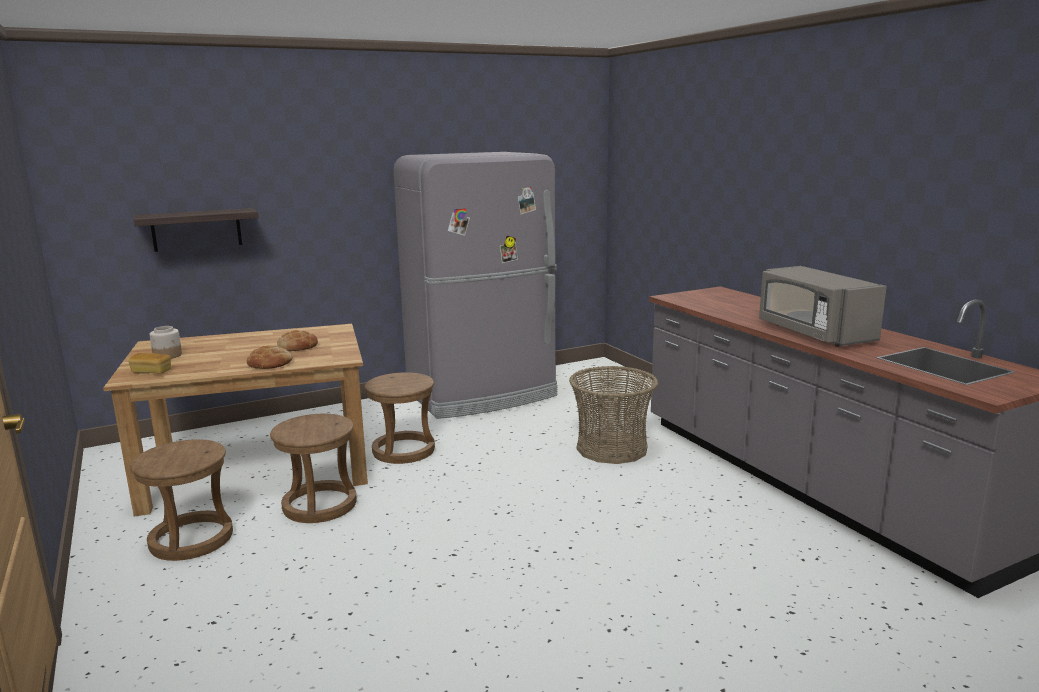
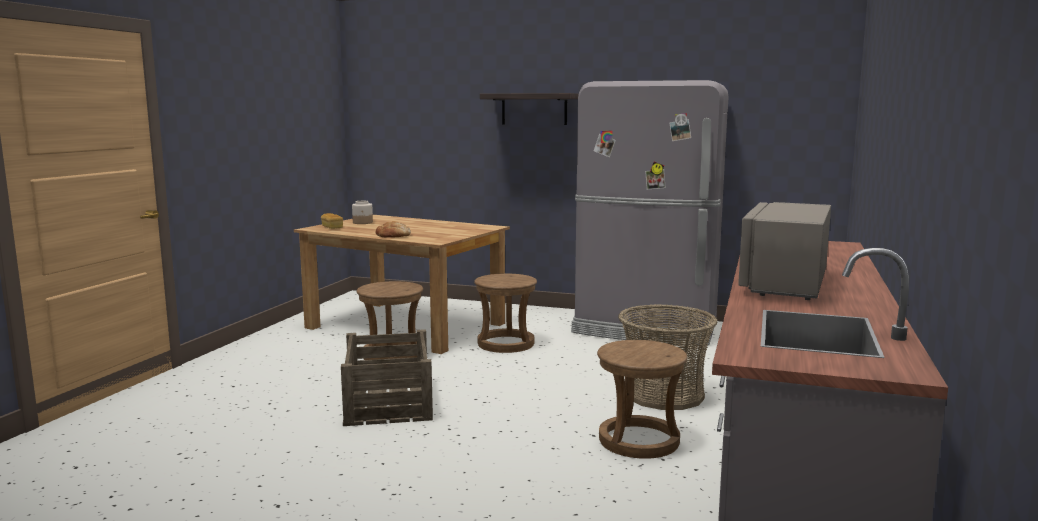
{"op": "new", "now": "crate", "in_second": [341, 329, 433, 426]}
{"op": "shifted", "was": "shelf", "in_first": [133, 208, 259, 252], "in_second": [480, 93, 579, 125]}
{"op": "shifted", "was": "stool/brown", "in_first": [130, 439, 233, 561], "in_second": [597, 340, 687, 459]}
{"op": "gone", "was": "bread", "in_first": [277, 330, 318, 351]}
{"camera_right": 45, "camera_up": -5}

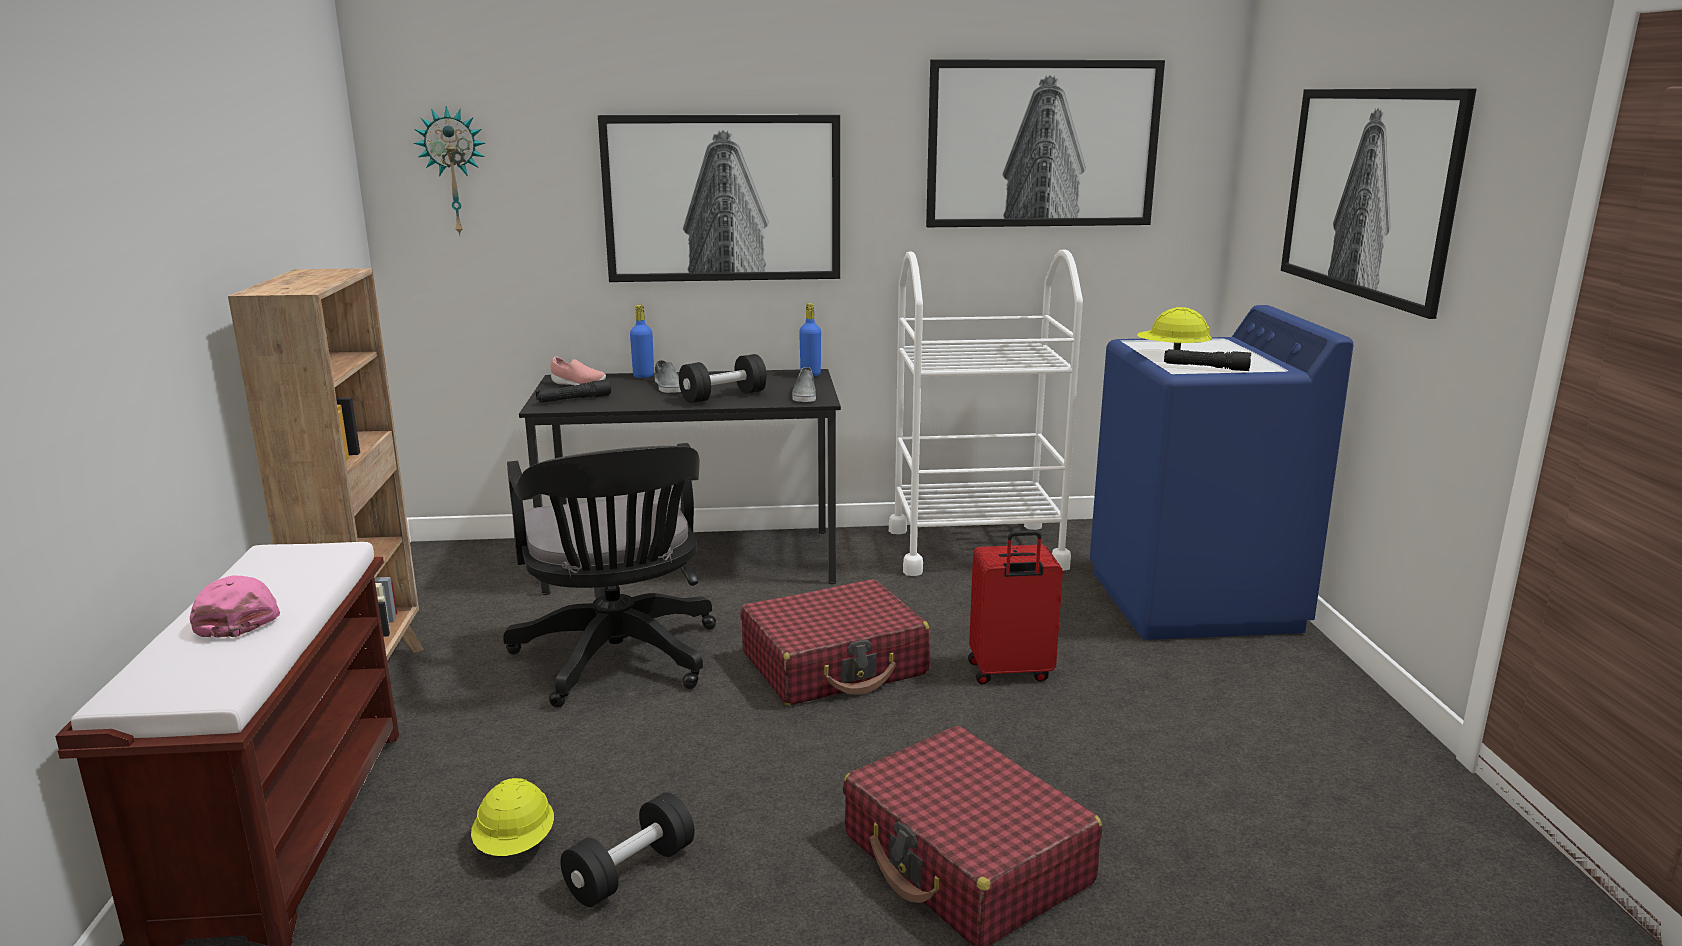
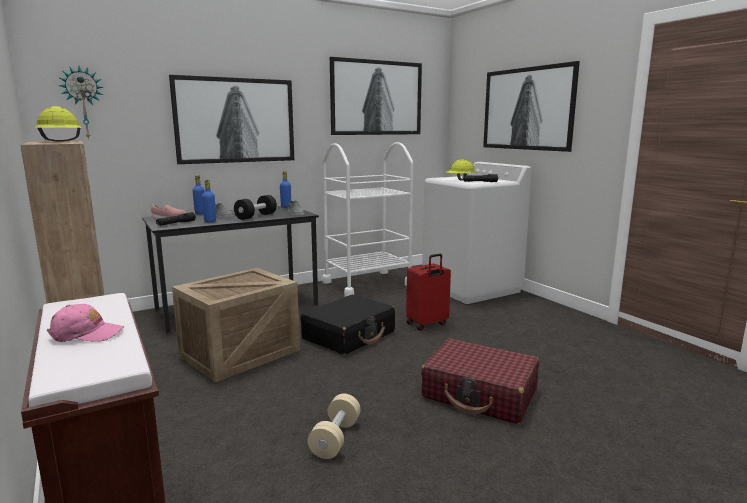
{"op": "shifted", "was": "hard hat/yellow", "in_first": [471, 778, 554, 856], "in_second": [34, 106, 82, 142]}
{"op": "rotated", "was": "cap/pink", "in_first": [190, 575, 280, 638], "in_second": [47, 304, 124, 342], "clockwise": 135}
{"op": "swapped", "was": "office chair/black", "now": "crate", "in_first": [503, 443, 716, 708], "in_second": [172, 268, 300, 382]}
{"op": "new", "now": "bottle/blue", "in_second": [202, 180, 216, 222]}
{"op": "repainted", "was": "suitcase/red", "now": "suitcase/black", "in_first": [740, 579, 930, 705], "in_second": [300, 295, 395, 355]}
{"op": "repainted", "was": "dumbbell/black", "now": "dumbbell/beige", "in_first": [560, 792, 695, 907], "in_second": [308, 394, 361, 459]}
{"op": "repainted", "was": "washing machine/blue", "now": "washing machine/white", "in_first": [1090, 305, 1353, 640], "in_second": [422, 162, 532, 304]}
{"camera_right": -25, "camera_up": -5}

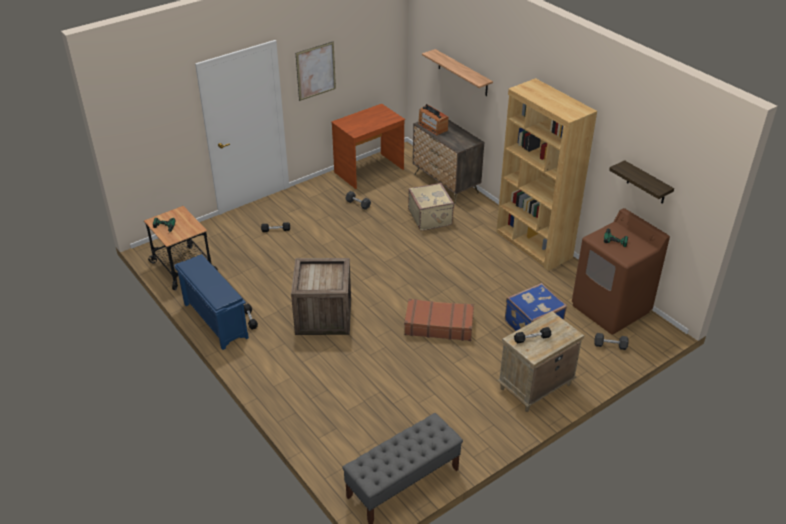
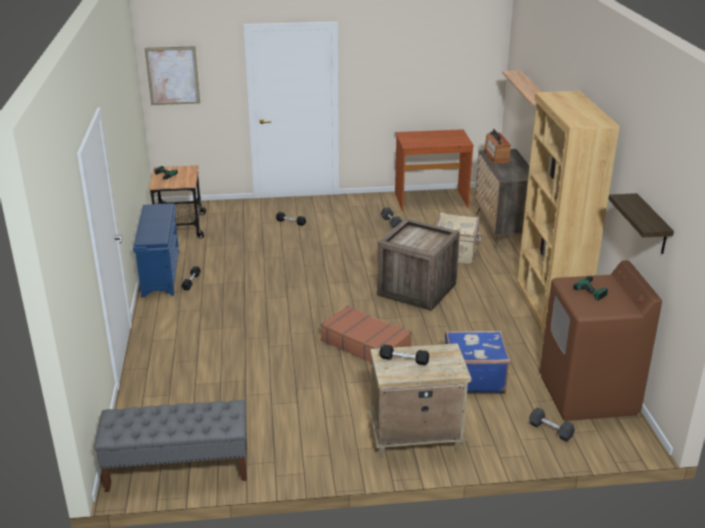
{"op": "shifted", "was": "picture", "in_first": [296, 41, 336, 101], "in_second": [145, 46, 200, 105]}
{"op": "shifted", "was": "crate", "in_first": [291, 258, 351, 335], "in_second": [377, 218, 460, 311]}
{"camera_right": 30, "camera_up": -10}

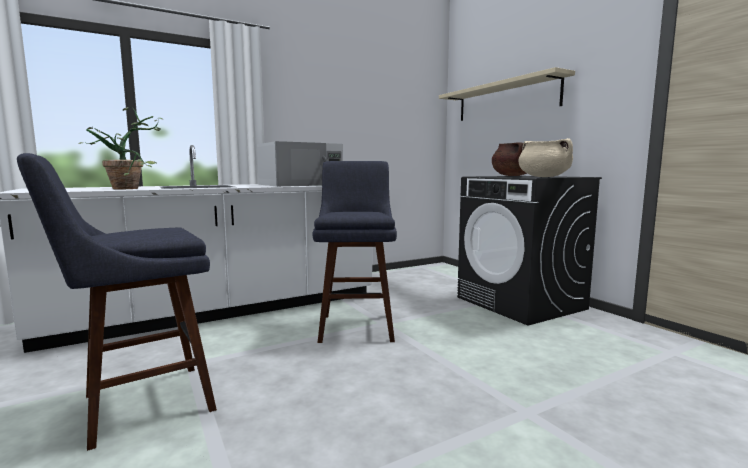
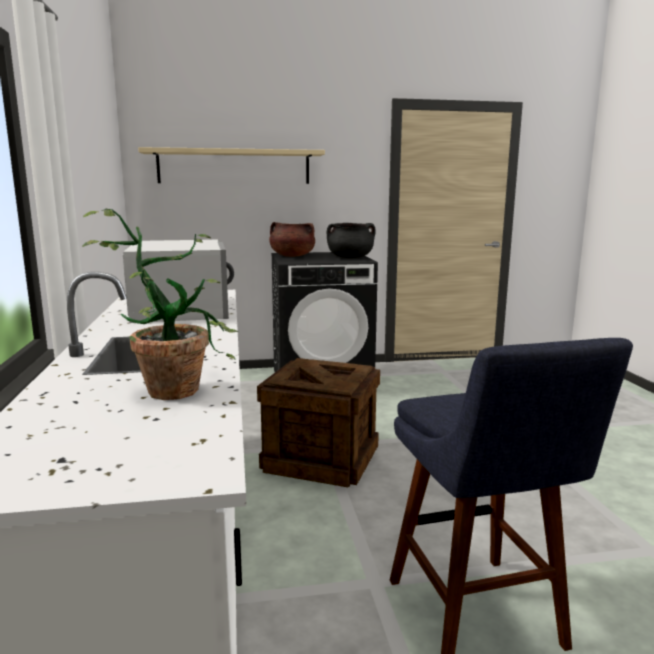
{"op": "swapped", "was": "stool/blue", "now": "crate", "in_first": [313, 161, 397, 343], "in_second": [257, 358, 380, 487]}
{"op": "repainted", "was": "cooking pot/beige", "now": "cooking pot/black", "in_first": [518, 138, 573, 177], "in_second": [327, 223, 376, 258]}
{"camera_right": -70, "camera_up": 5}

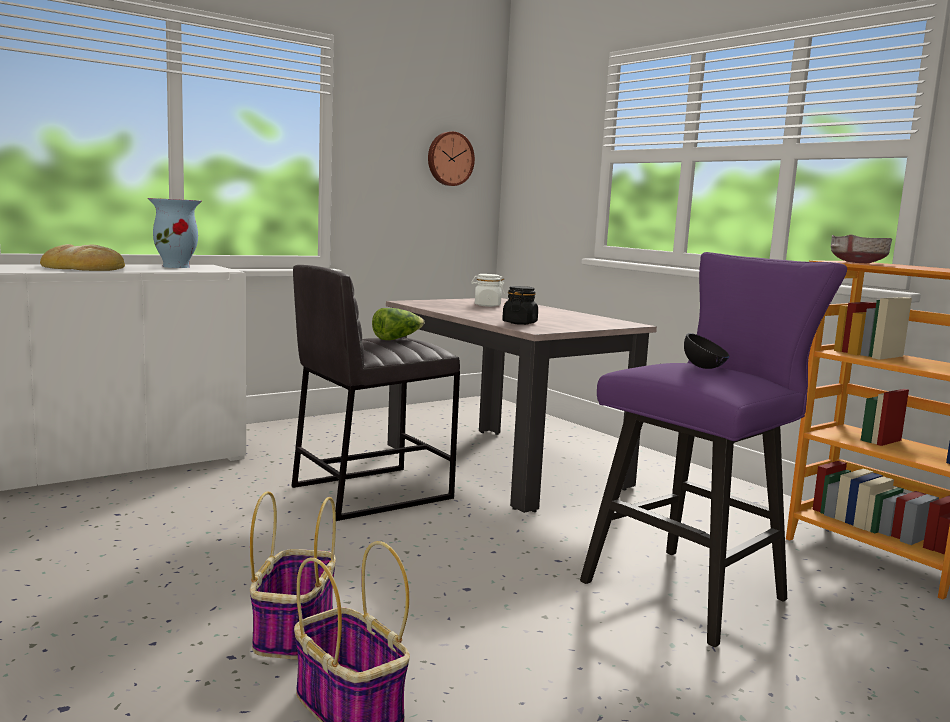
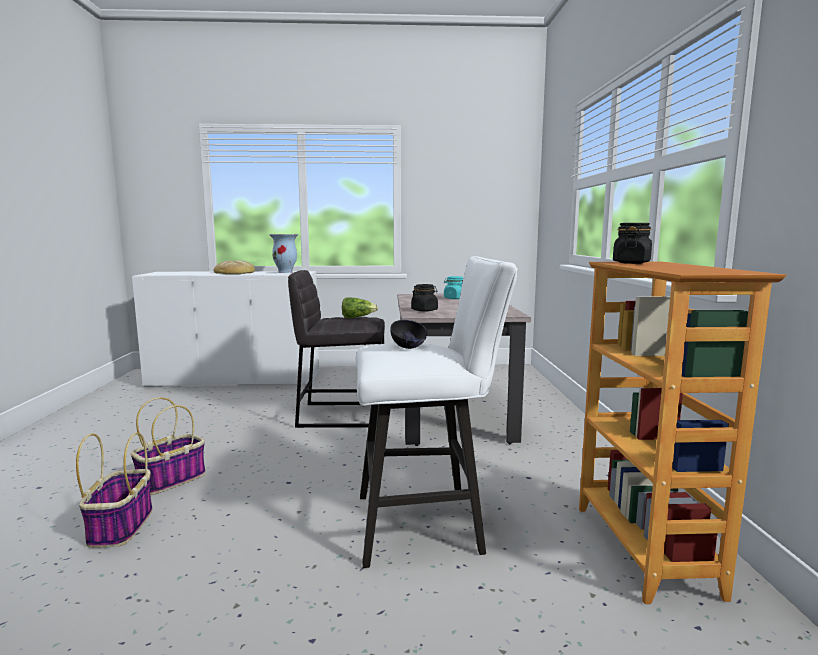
{"op": "repainted", "was": "stool/purple", "now": "stool/white", "in_first": [580, 252, 847, 647], "in_second": [356, 256, 518, 568]}
{"op": "repainted", "was": "jar/white", "now": "jar/turquoise", "in_first": [471, 274, 505, 307], "in_second": [444, 276, 463, 299]}
{"op": "swapped", "was": "bowl/grey", "now": "jar/black", "in_first": [831, 235, 892, 263], "in_second": [613, 223, 652, 264]}
{"op": "gone", "was": "wall clock", "in_first": [428, 131, 475, 186]}
{"camera_right": 35, "camera_up": 0}

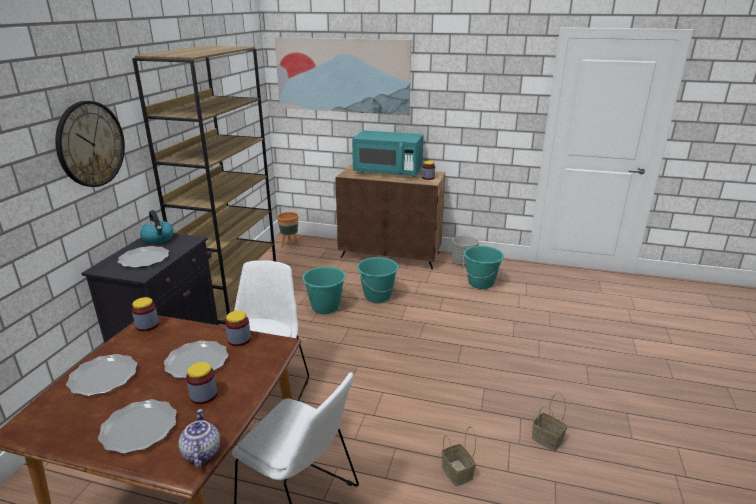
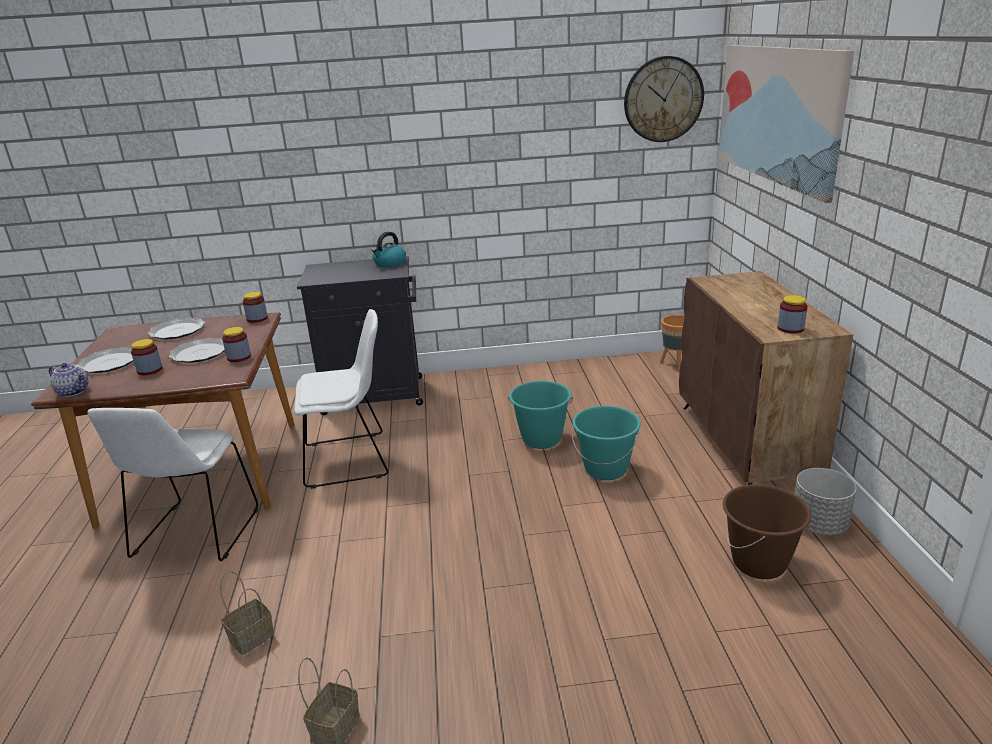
{"op": "rotated", "was": "teapot", "in_first": [179, 409, 220, 468], "in_second": [49, 363, 88, 397], "clockwise": 60}
{"op": "shifted", "was": "wall clock", "in_first": [55, 101, 125, 187], "in_second": [624, 56, 704, 142]}
{"op": "repainted", "was": "bucket/turquoise", "now": "bucket/brown", "in_first": [463, 246, 504, 289], "in_second": [723, 484, 811, 579]}
{"op": "gone", "was": "plate", "in_first": [118, 246, 169, 268]}
{"op": "gone", "was": "bookcase/brown", "in_first": [132, 46, 276, 324]}
{"op": "gone", "was": "microwave/turquoise", "in_first": [352, 130, 423, 177]}
{"camera_right": 70, "camera_up": 0}

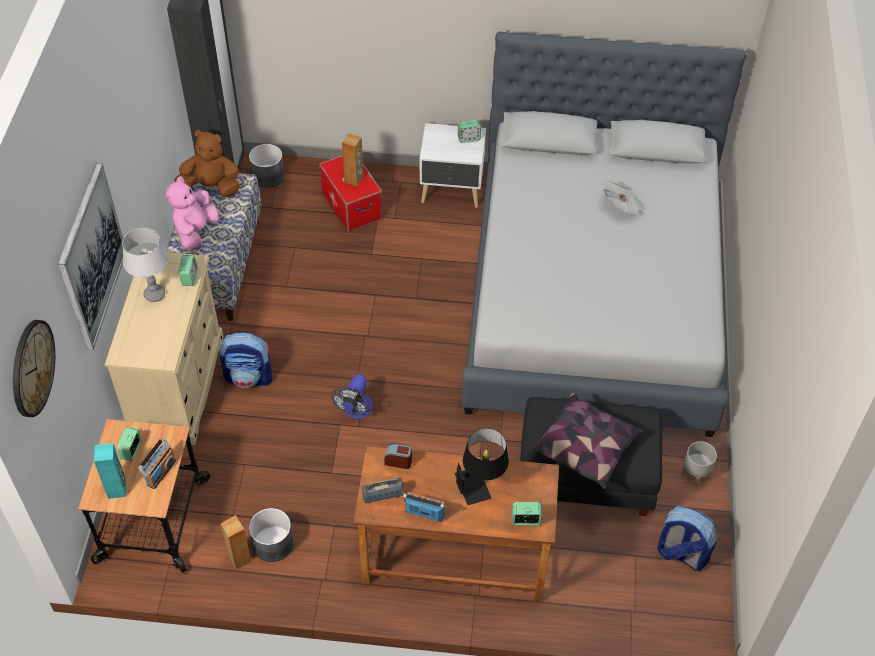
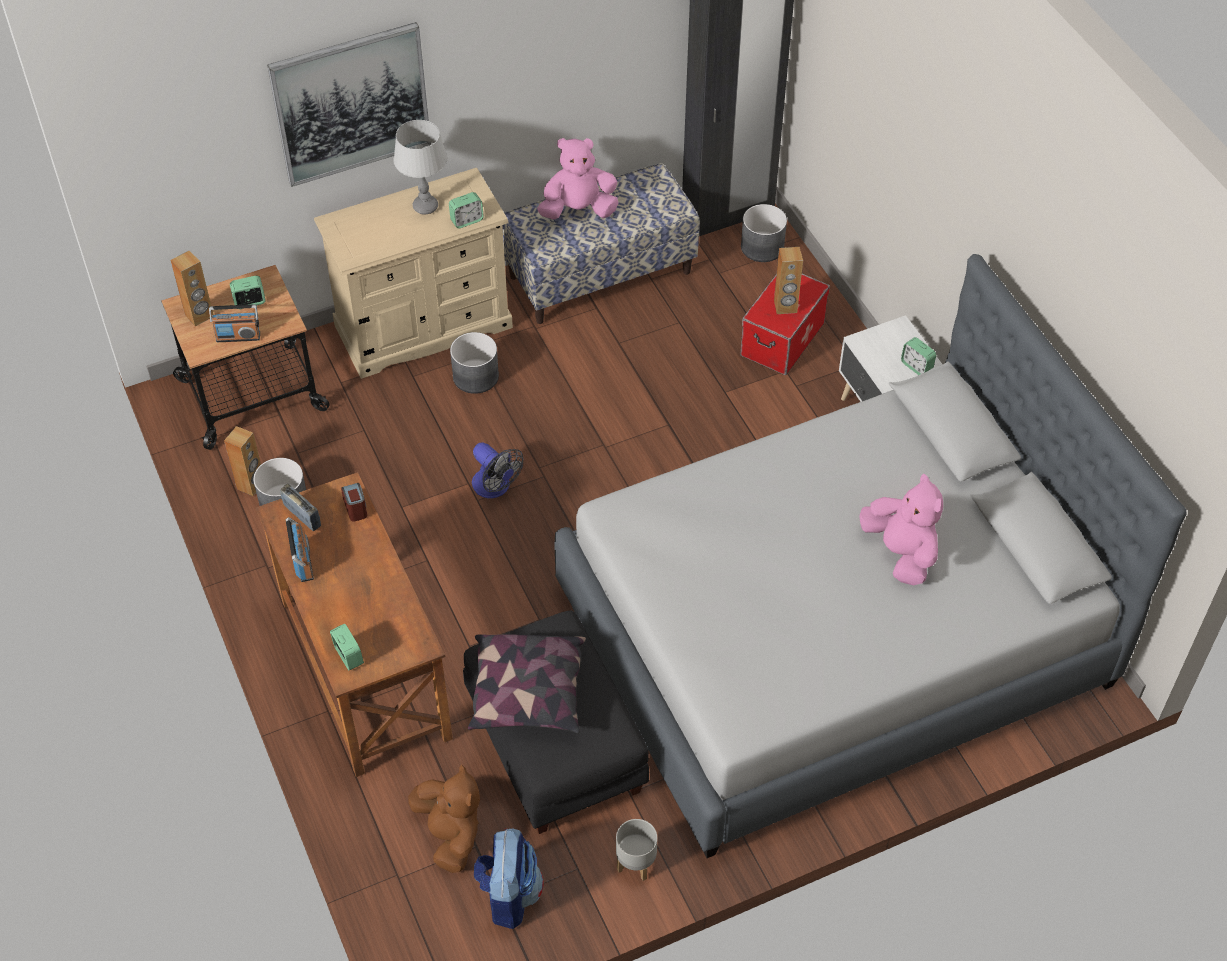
{"op": "repainted", "was": "speaker/turquoise", "now": "speaker/brown", "in_first": [94, 443, 126, 499], "in_second": [170, 251, 214, 327]}
{"op": "shifted", "was": "plush toy/brown", "in_first": [174, 130, 240, 197], "in_second": [408, 764, 480, 873]}
{"op": "swapped", "was": "backpack", "now": "planter/grey", "in_first": [219, 332, 272, 388], "in_second": [450, 332, 499, 394]}
{"op": "rotated", "was": "fan", "in_first": [331, 374, 372, 419], "in_second": [472, 443, 523, 498], "clockwise": -120}
{"op": "swapped", "was": "newspaper", "now": "plush toy/pink", "in_first": [602, 181, 648, 215], "in_second": [859, 474, 943, 586]}
{"op": "gone", "was": "wall clock", "in_first": [13, 320, 55, 417]}
{"op": "gone", "was": "table lamp/black", "in_first": [455, 428, 509, 505]}
{"camera_right": 60, "camera_up": 0}

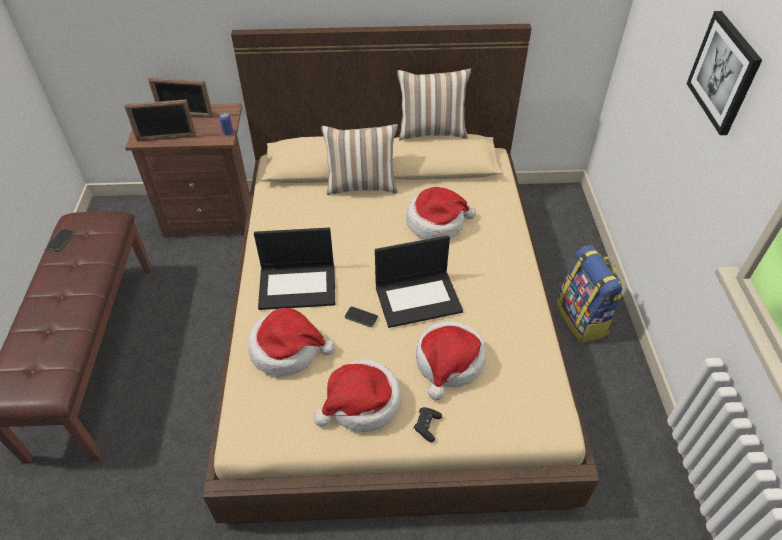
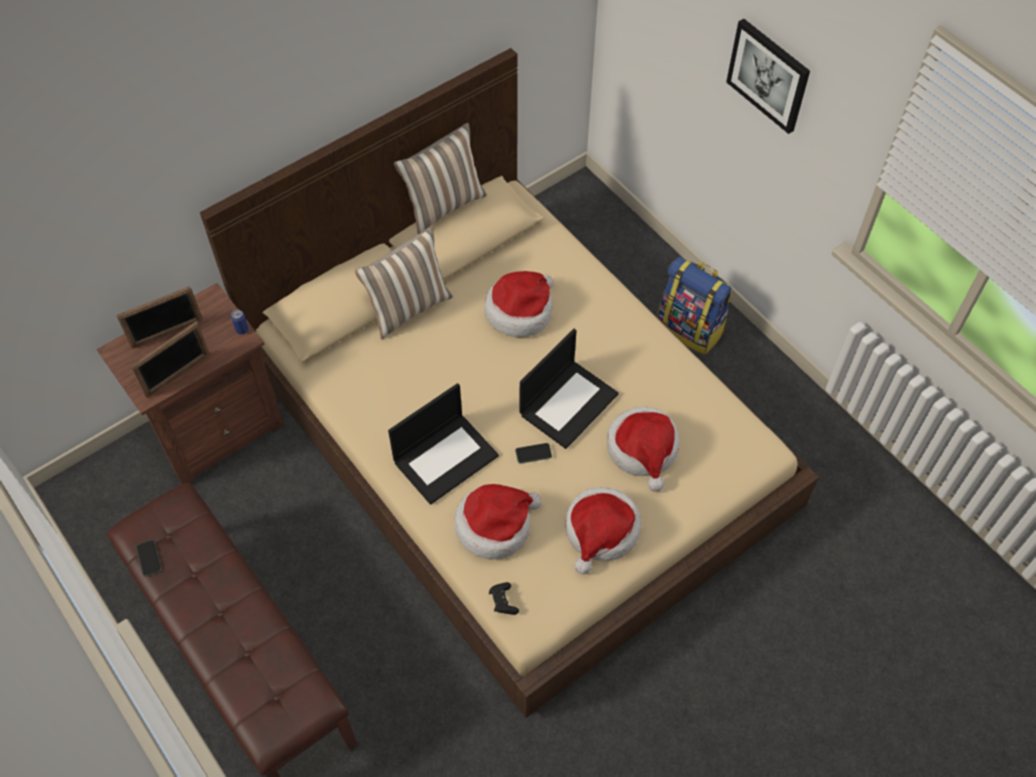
{"op": "shifted", "was": "game controller/black", "in_first": [413, 407, 442, 442], "in_second": [489, 582, 519, 615]}
{"camera_right": -35, "camera_up": 10}

